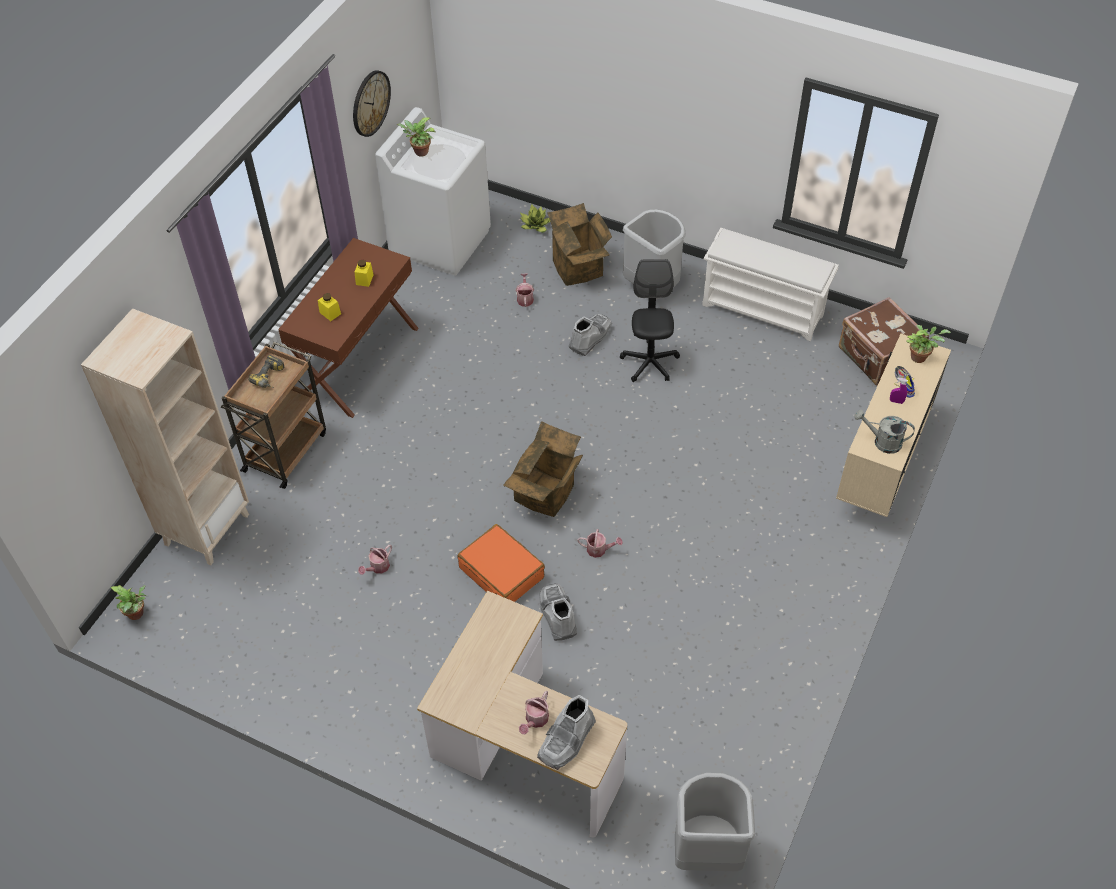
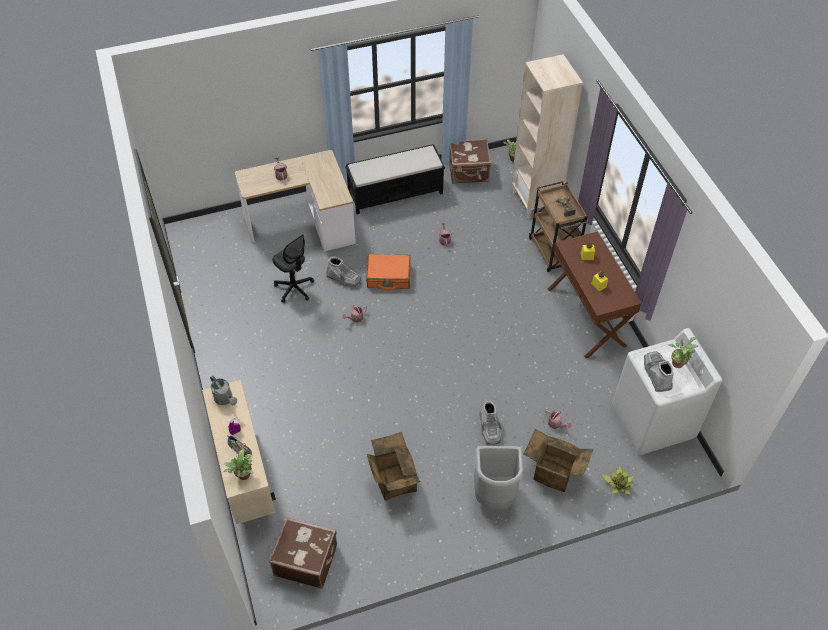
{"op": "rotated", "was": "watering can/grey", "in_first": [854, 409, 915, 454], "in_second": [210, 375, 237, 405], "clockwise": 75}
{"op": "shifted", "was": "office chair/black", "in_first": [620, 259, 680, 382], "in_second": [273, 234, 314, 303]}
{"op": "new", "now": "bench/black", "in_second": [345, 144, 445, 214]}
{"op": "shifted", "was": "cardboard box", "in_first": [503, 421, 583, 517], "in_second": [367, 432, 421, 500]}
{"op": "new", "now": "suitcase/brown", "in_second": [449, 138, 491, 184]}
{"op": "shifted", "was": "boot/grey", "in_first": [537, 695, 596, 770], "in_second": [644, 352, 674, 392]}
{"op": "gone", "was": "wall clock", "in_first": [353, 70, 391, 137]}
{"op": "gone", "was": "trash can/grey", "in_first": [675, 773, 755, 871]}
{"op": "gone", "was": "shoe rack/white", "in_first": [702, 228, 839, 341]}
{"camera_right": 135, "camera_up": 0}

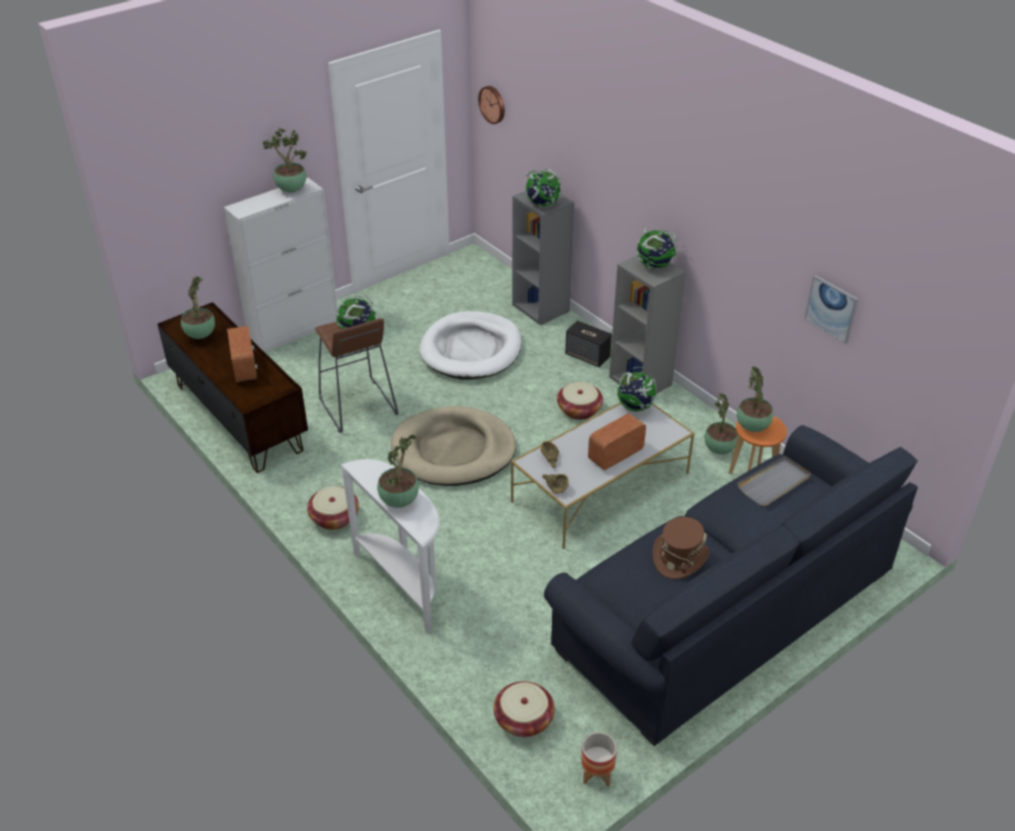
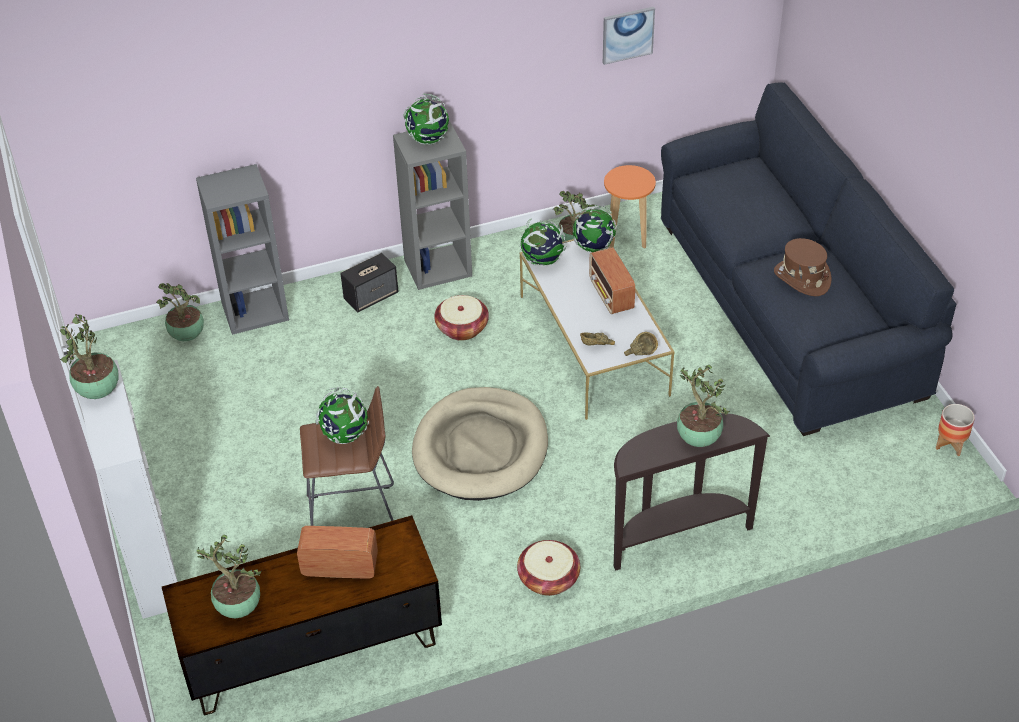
{"op": "shifted", "was": "potted plant", "in_first": [737, 366, 773, 432], "in_second": [156, 283, 204, 341]}
{"op": "shifted", "was": "globe", "in_first": [524, 169, 561, 208], "in_second": [573, 205, 617, 252]}
{"op": "repainted", "was": "console table/white", "now": "console table/brown", "in_first": [340, 459, 440, 633], "in_second": [614, 413, 770, 570]}
{"op": "gone", "was": "dog bed/white", "in_first": [420, 311, 522, 380]}
{"op": "gone", "was": "wall clock", "in_first": [478, 86, 505, 124]}
{"op": "gone", "was": "basket", "in_first": [494, 681, 555, 737]}
{"op": "gone", "was": "tray/grey", "in_first": [737, 456, 811, 506]}
{"camera_right": -70, "camera_up": 5}

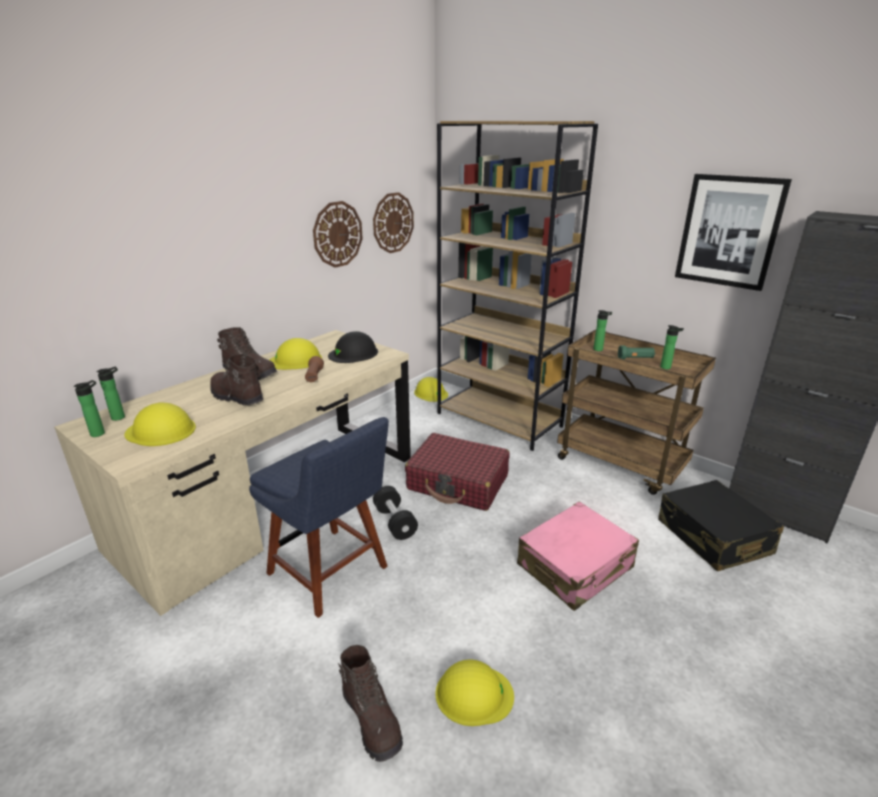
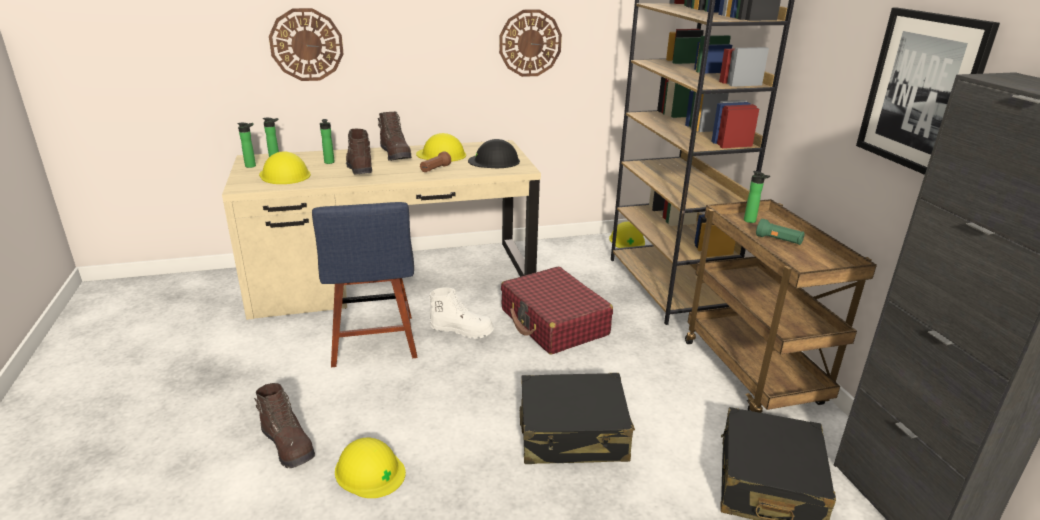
{"op": "rotated", "was": "boot/brown", "in_first": [338, 645, 403, 762], "in_second": [254, 383, 315, 468], "clockwise": -45}
{"op": "shifted", "was": "wall clock", "in_first": [373, 192, 414, 253], "in_second": [269, 8, 344, 81]}
{"op": "shifted", "was": "bottle", "in_first": [660, 325, 684, 369], "in_second": [320, 119, 335, 164]}
{"op": "swapped", "was": "dumbbell/black", "now": "boot/white", "in_first": [373, 486, 418, 540], "in_second": [429, 287, 494, 339]}
{"op": "repainted", "was": "suitcase/pink", "now": "suitcase/black", "in_first": [517, 502, 639, 611], "in_second": [520, 373, 635, 464]}
{"camera_right": 35, "camera_up": 0}

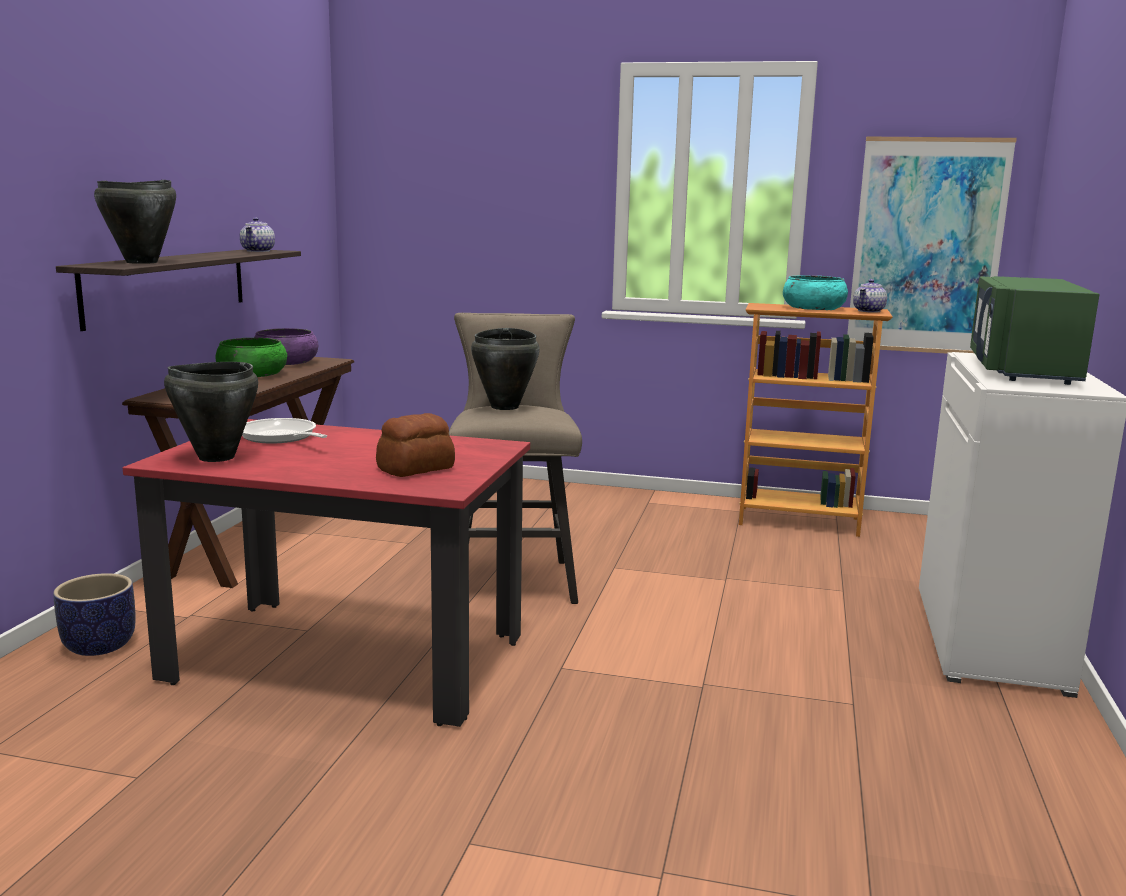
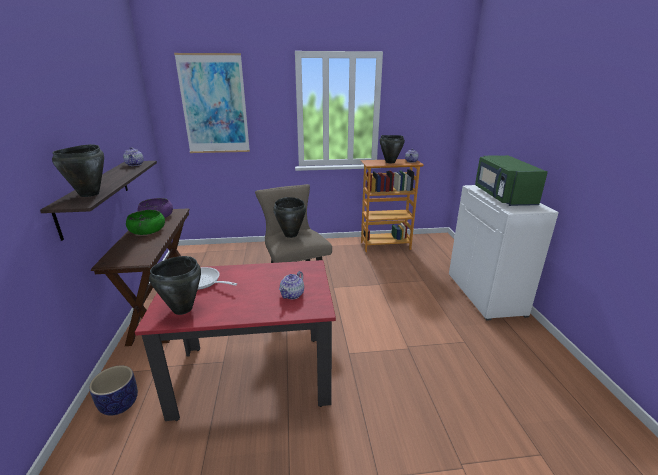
{"op": "shifted", "was": "picture", "in_first": [847, 137, 1017, 354], "in_second": [174, 53, 250, 153]}
{"op": "swapped", "was": "bread", "now": "teapot", "in_first": [376, 413, 455, 477], "in_second": [279, 271, 304, 299]}
{"op": "swapped", "was": "bowl/turquoise", "now": "cooking pot/black", "in_first": [783, 276, 848, 310], "in_second": [380, 135, 405, 163]}
{"camera_right": -20, "camera_up": 10}

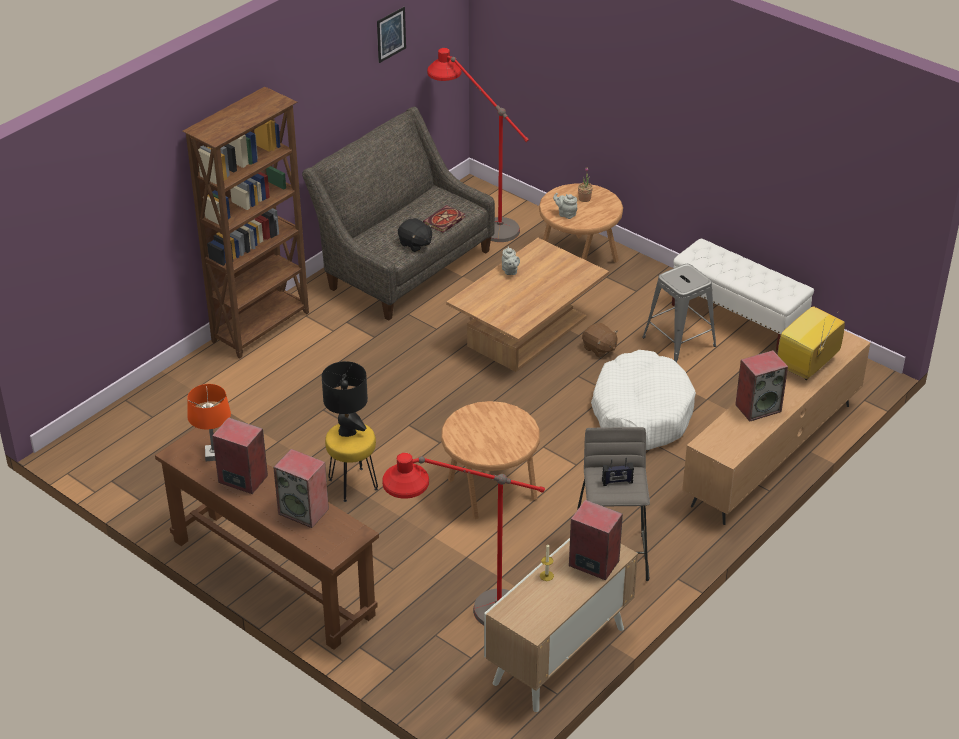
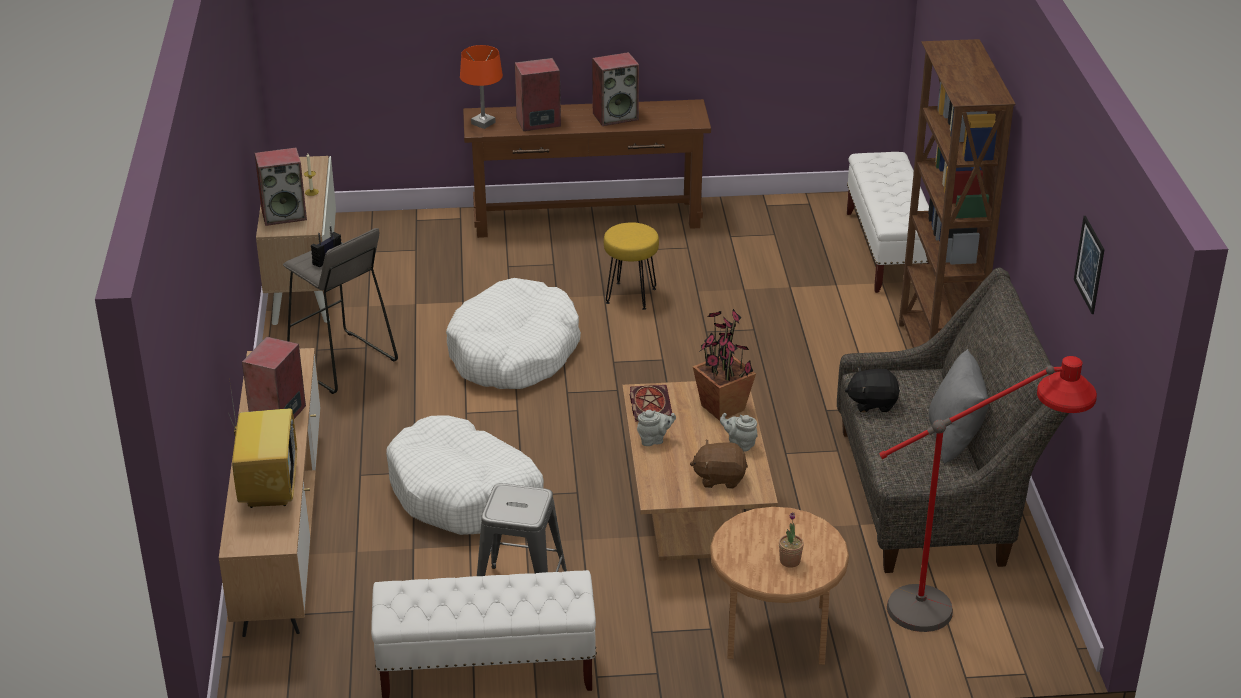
{"op": "swapped", "was": "side table/brown", "now": "dog bed/white", "in_first": [441, 401, 540, 519], "in_second": [446, 278, 581, 389]}
{"op": "shifted", "was": "table lamp/orange", "in_first": [187, 384, 231, 461], "in_second": [460, 45, 503, 129]}
{"op": "shifted", "was": "book", "in_first": [423, 205, 465, 233], "in_second": [630, 385, 672, 421]}
{"op": "shifted", "was": "teapot/grey", "in_first": [553, 193, 577, 219], "in_second": [637, 410, 676, 446]}
{"op": "shifted", "was": "plush toy/brown", "in_first": [582, 323, 618, 358], "in_second": [690, 439, 748, 489]}
{"op": "new", "now": "potted plant", "in_second": [693, 309, 756, 421]}
{"op": "new", "now": "bench/white", "in_second": [847, 152, 929, 293]}
{"op": "new", "now": "pillow/grey", "in_second": [929, 349, 989, 464]}
{"op": "gone", "was": "table lamp/black", "in_first": [322, 361, 368, 437]}
{"op": "gone", "was": "floor lamp/red", "in_first": [382, 453, 545, 625]}
{"camera_right": 135, "camera_up": -5}

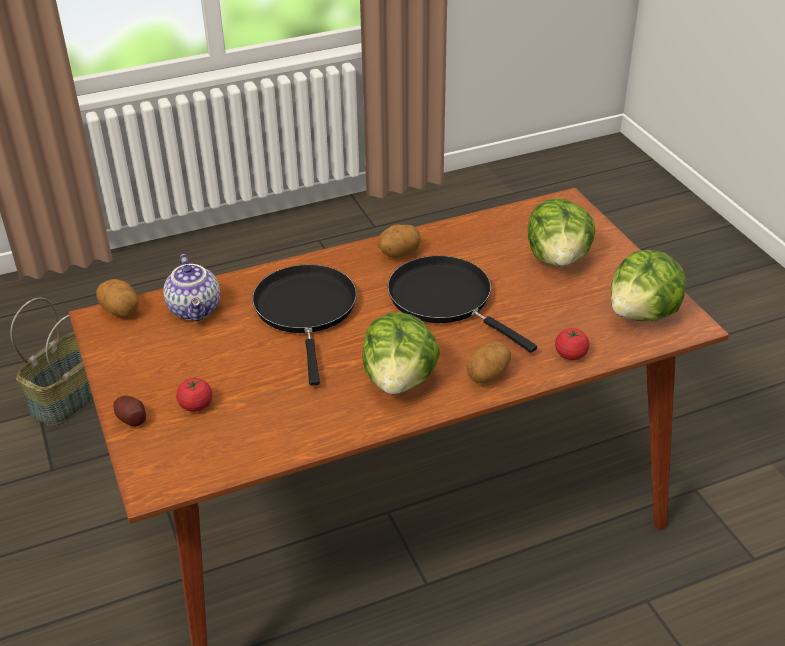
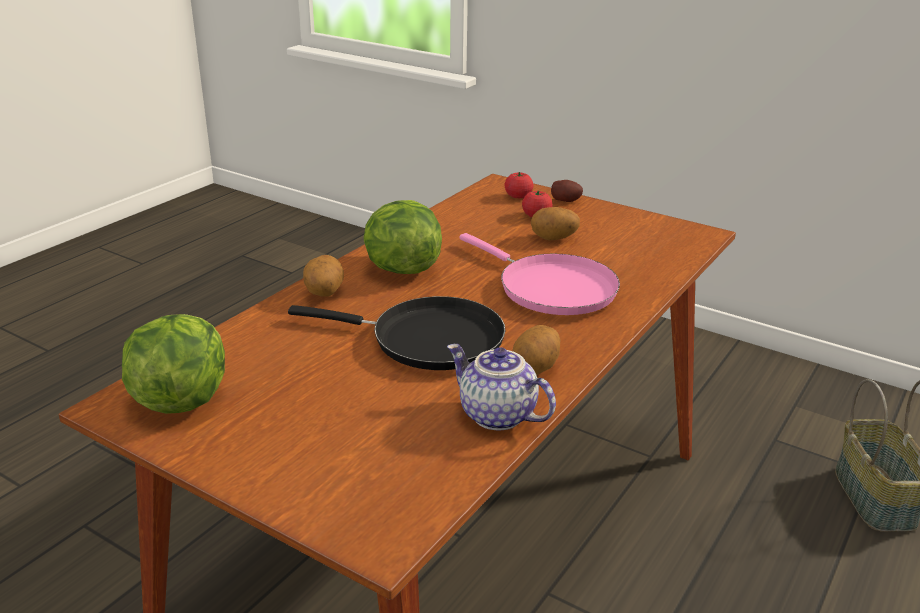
{"op": "shifted", "was": "teapot", "in_first": [163, 254, 220, 321], "in_second": [447, 344, 556, 430]}
{"op": "repainted", "was": "frying pan/black", "now": "frying pan/pink", "in_first": [252, 264, 357, 386], "in_second": [460, 233, 620, 315]}
{"op": "shifted", "was": "tomato", "in_first": [555, 328, 589, 360], "in_second": [504, 172, 534, 198]}
{"op": "shifted", "was": "potato", "in_first": [96, 279, 139, 317], "in_second": [531, 207, 580, 241]}
{"op": "gone", "was": "lettuce", "in_first": [528, 198, 595, 266]}
{"camera_right": 145, "camera_up": -10}

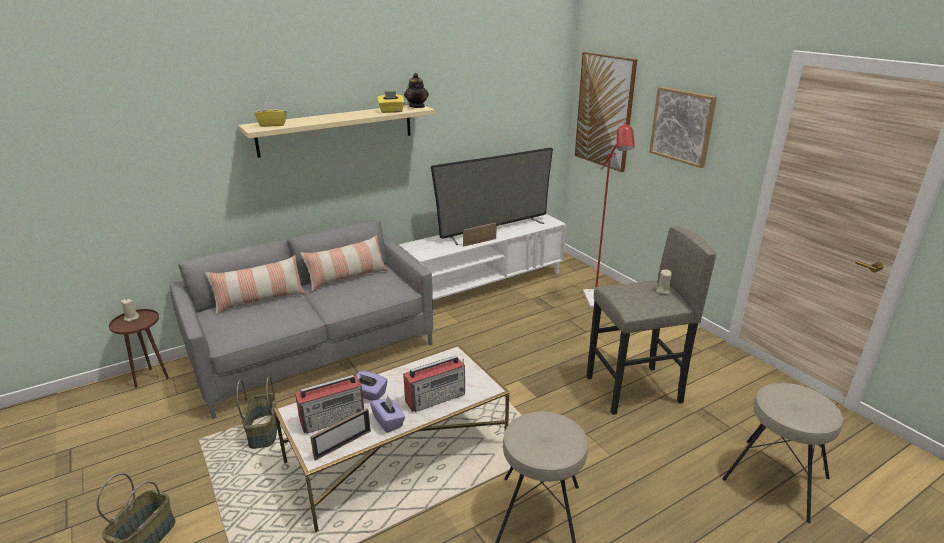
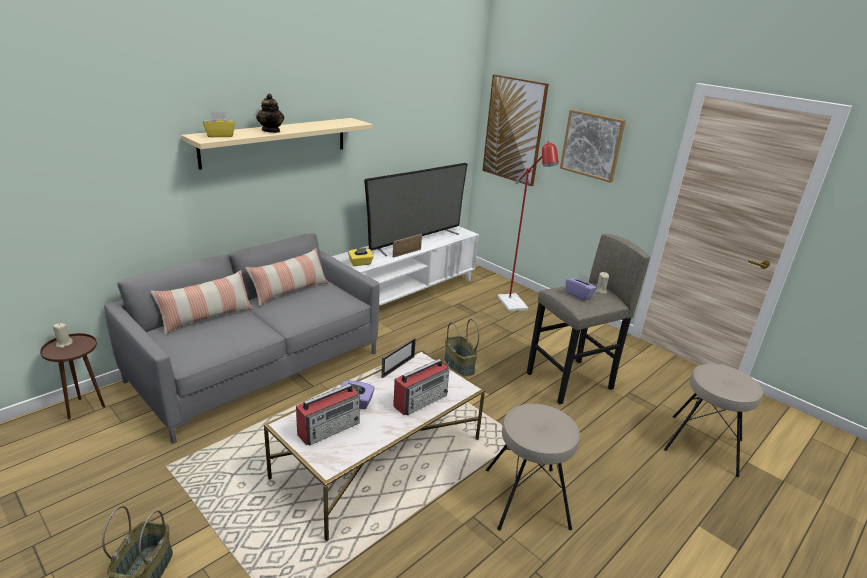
{"op": "shifted", "was": "teapot", "in_first": [404, 73, 429, 108], "in_second": [256, 94, 284, 133]}
{"op": "shifted", "was": "tissue box/yellow", "in_first": [377, 91, 404, 113], "in_second": [348, 248, 374, 266]}
{"op": "shifted", "was": "picture frame", "in_first": [310, 408, 371, 461], "in_second": [381, 337, 416, 378]}
{"op": "shifted", "was": "basket", "in_first": [237, 376, 277, 449], "in_second": [444, 319, 479, 377]}
{"op": "shifted", "was": "tissue box/purple", "in_first": [370, 395, 405, 433], "in_second": [566, 273, 597, 300]}
{"camera_right": -15, "camera_up": 0}

